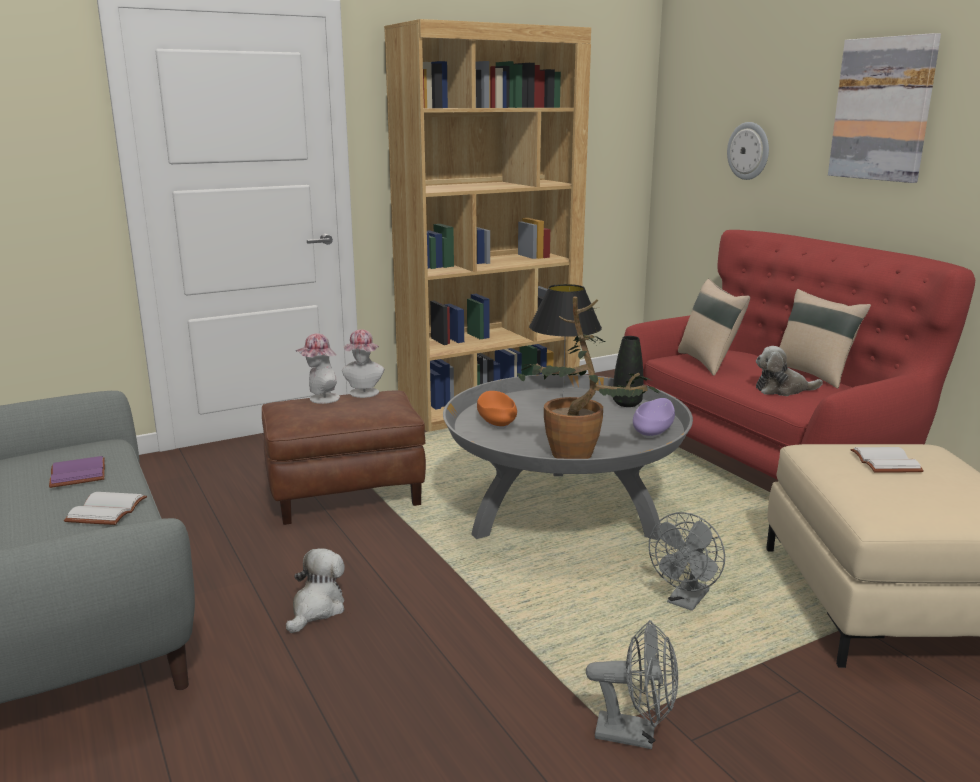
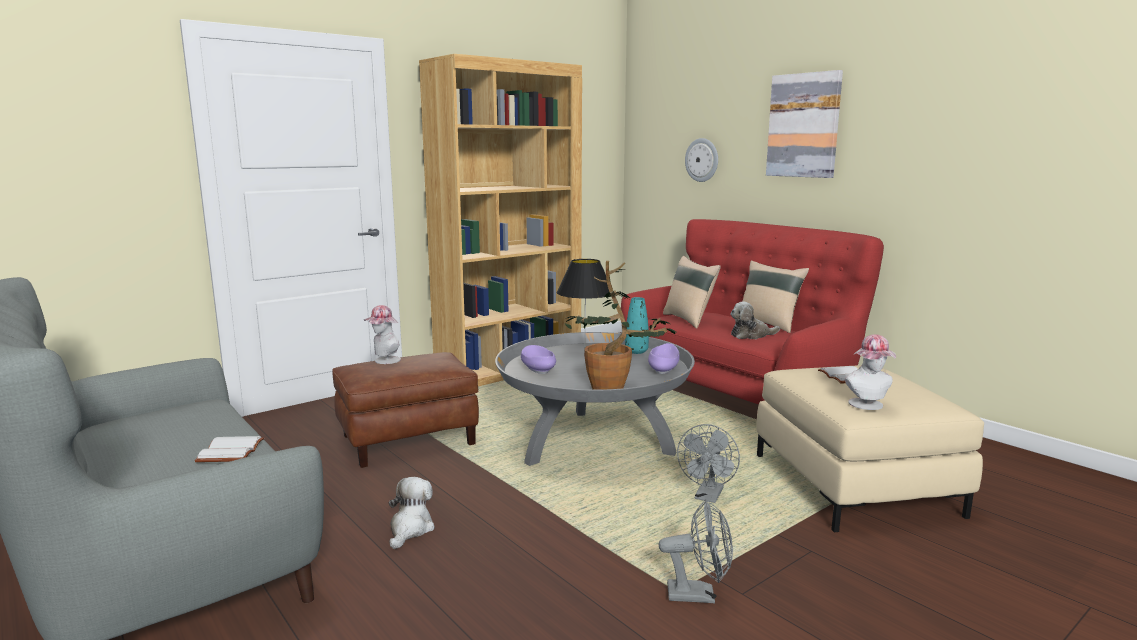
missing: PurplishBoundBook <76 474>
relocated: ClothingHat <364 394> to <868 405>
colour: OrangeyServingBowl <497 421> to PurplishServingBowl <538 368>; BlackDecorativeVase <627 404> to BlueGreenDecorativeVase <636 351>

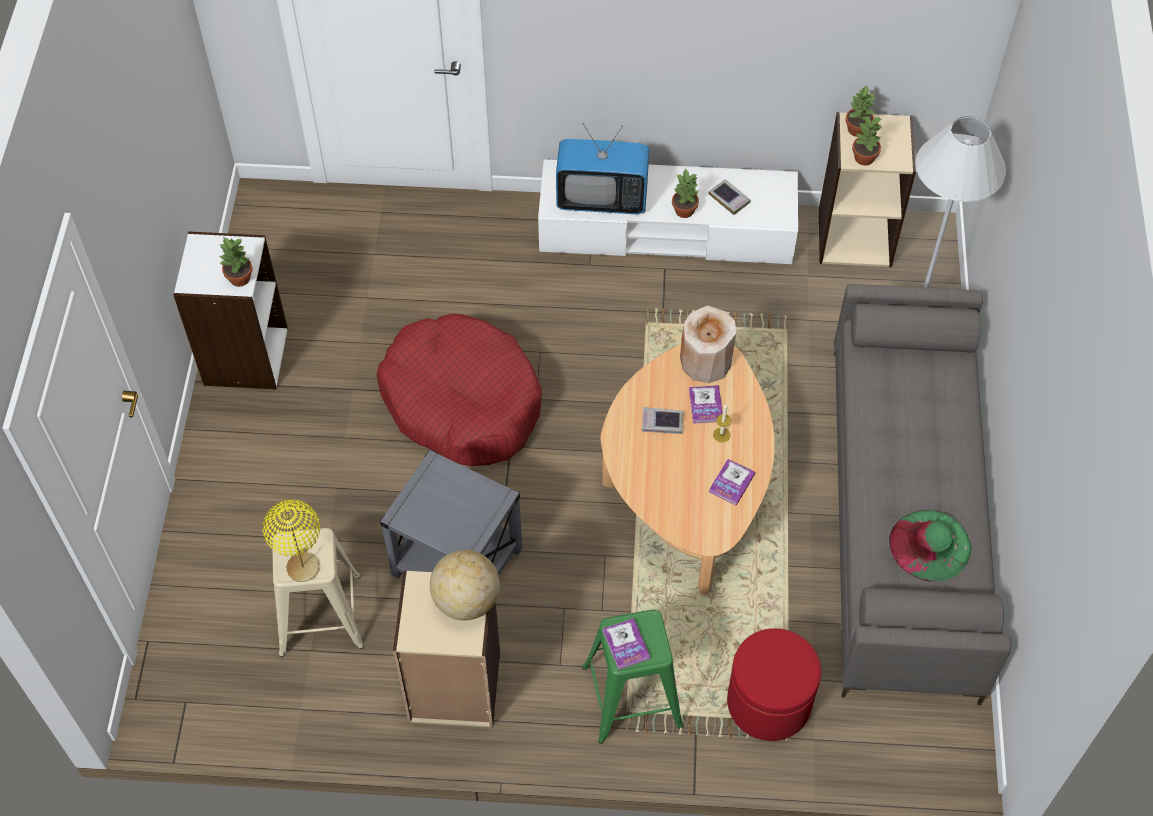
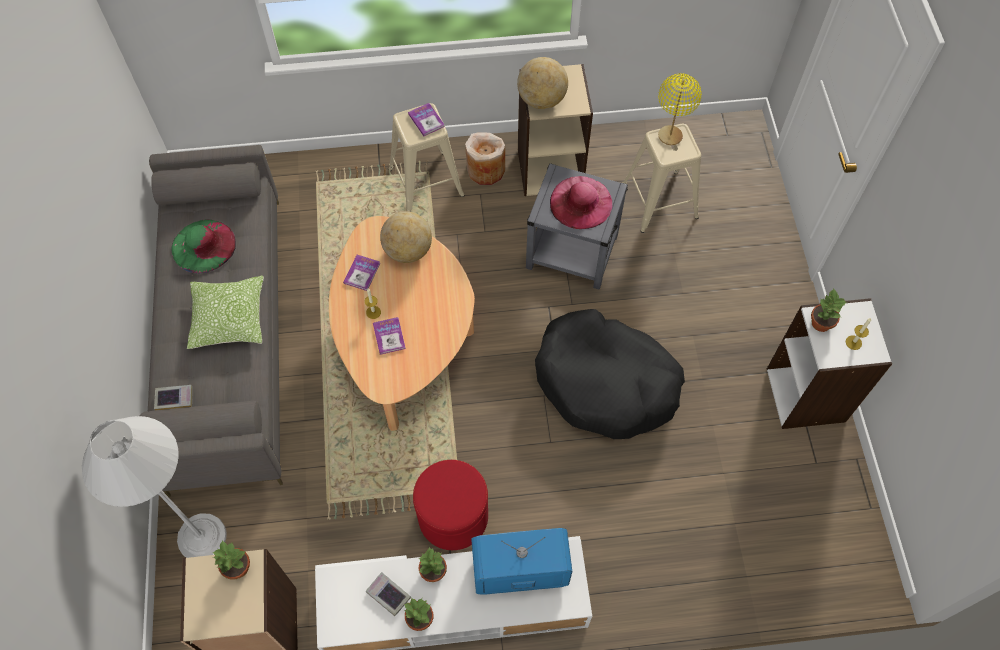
appeared: Pillow <229 318>; WorldGlobe <408 251>; PinkColouredClothingHat <581 202>; WaxLight <853 342>
relocated: BoundBook <662 423> to <174 398>; PottedPlant <857 130> to <420 618>; RedColouredPouffe <768 702> to <453 516>; SandColouredDecorativeVase <705 361> to <485 170>
colour: GreenColouredSittingStool <630 695> to SandColouredSittingStool <427 182>; RedColouredDogCushion <462 402> to BlackDogCushion <605 382>

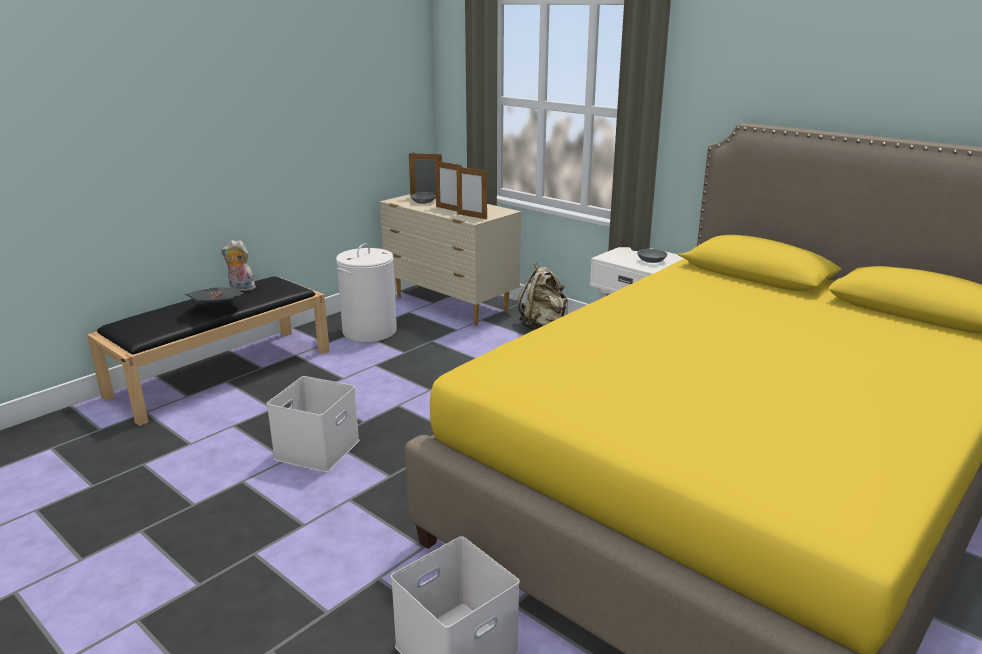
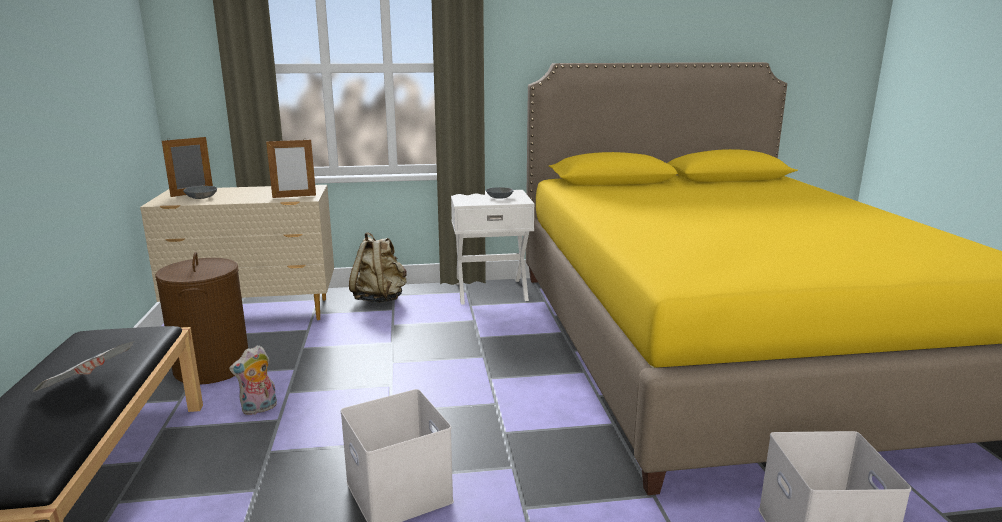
missing: PictureFrame <449 209>
relocated: SoftToy <240 289> to <259 409>
colour: WhiteHamper <370 331> to BrownColouredHamper <212 367>

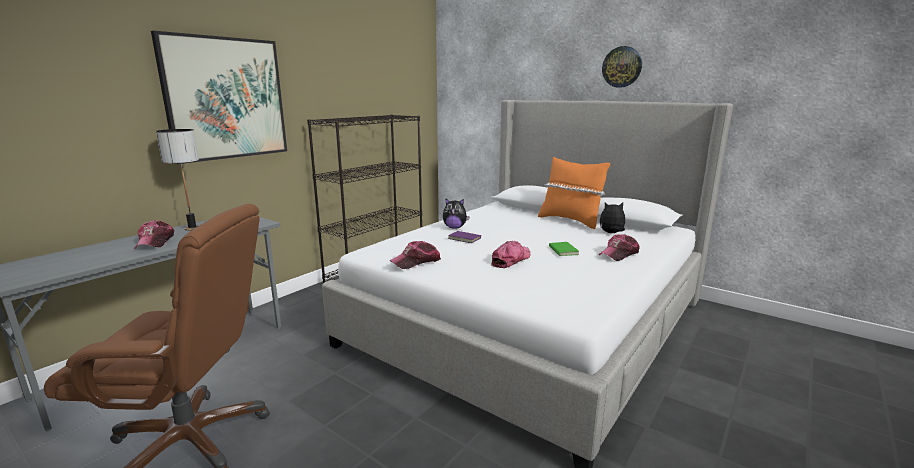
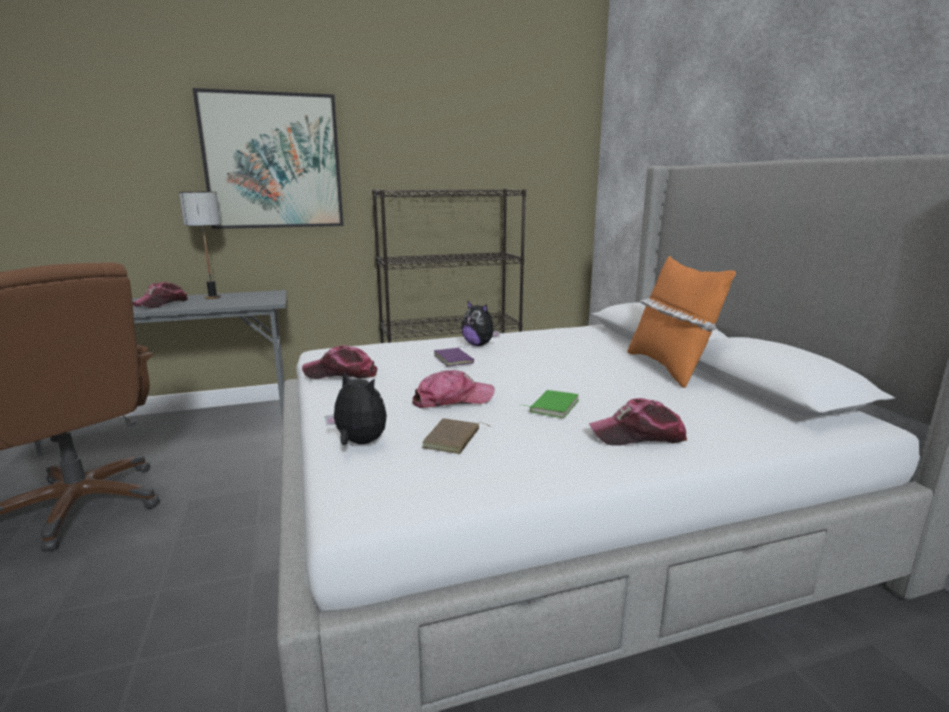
missing: WallClock <622 67>
appeared: BrownColouredBoundBook <453 440>
relocated: SoftToy <611 233> to <359 443>

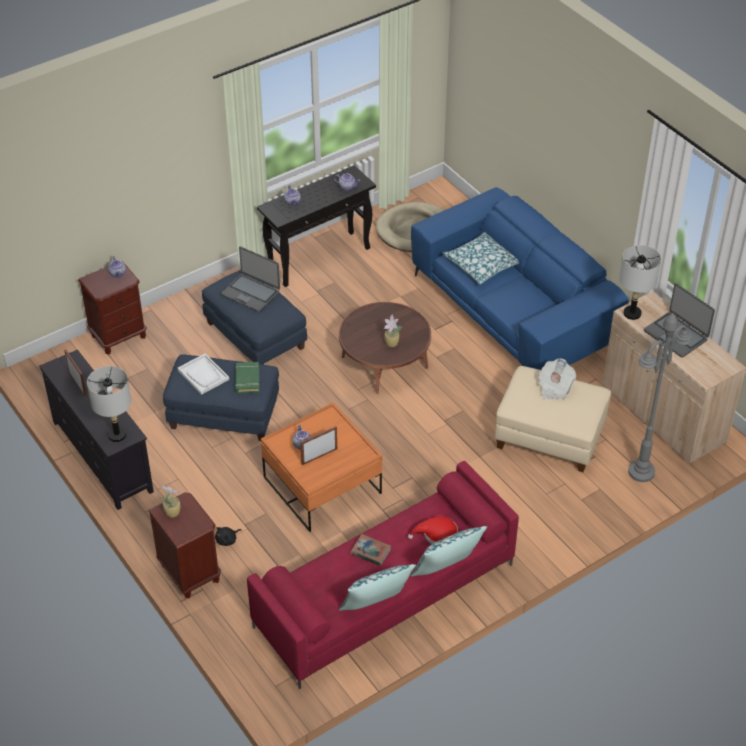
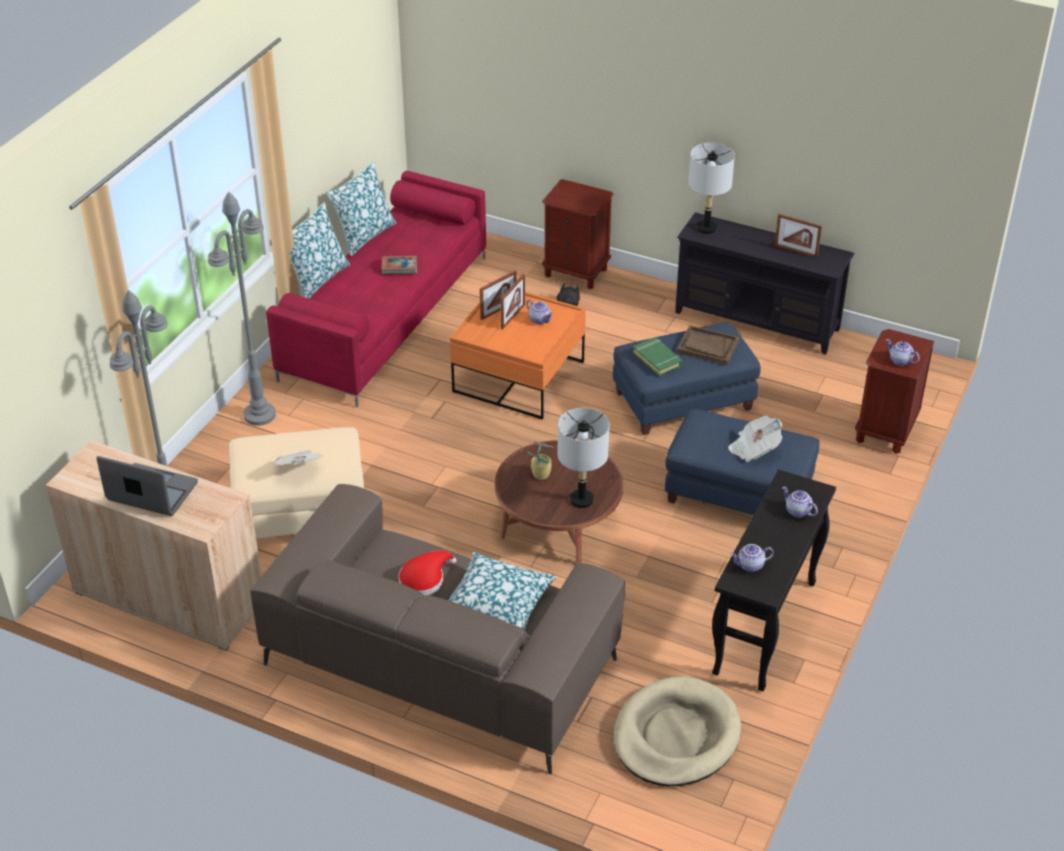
missing: PottedPlant <172 512>
appeared: GreyishFloorLamp <260 415>; PictureFrame <498 310>
relocated: RedColouredClothingHat <437 534> to <424 579>; GreyishLampForATable <632 313> to <581 500>
exchanged: PortableComputer <251 293> to DailyPaper <754 449>
colour: BlueColouredSettee <513 312> to BrownColouredSettee <441 660>; WhiteCarryingTray <203 375> to BrownColouredCarryingTray <707 347>

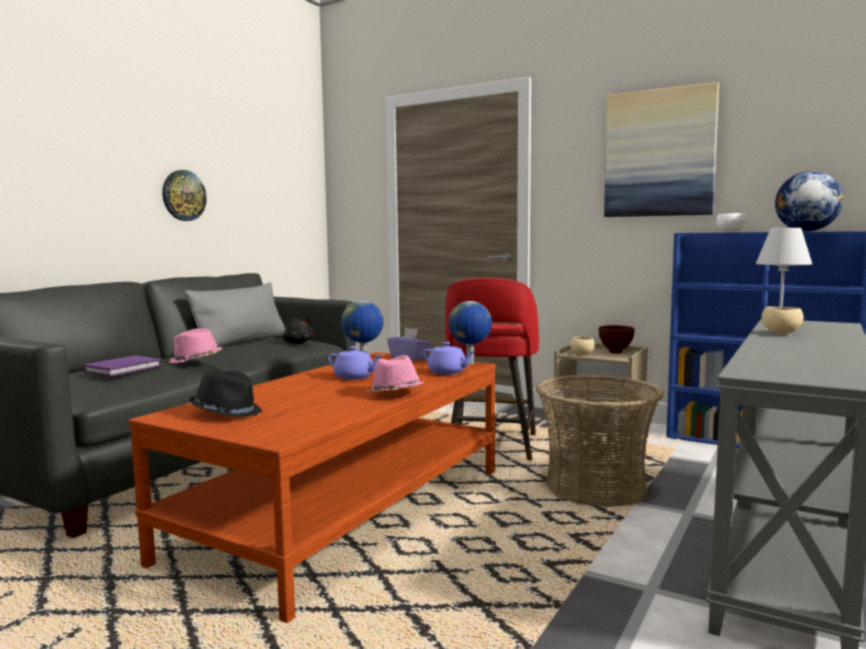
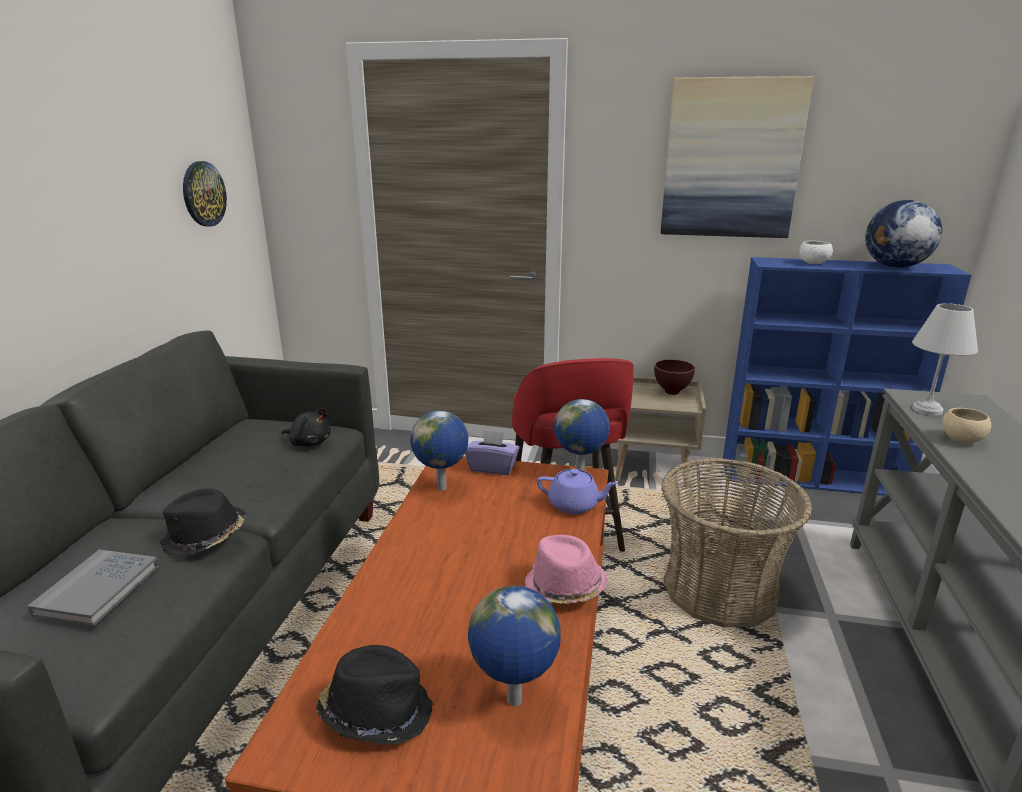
missing: GreyishPillow <241 342>; PurplishTeapot <355 377>; SandColouredServingBowl <582 354>
appeared: WorldGlobe <514 702>
relocated: WallClock <183 195> to <203 194>
colour: PurplishBoundBook <123 369> to GreyishBoundBook <98 590>; PinkColouredClothingHat <195 361> to BlackClothingHat <204 537>

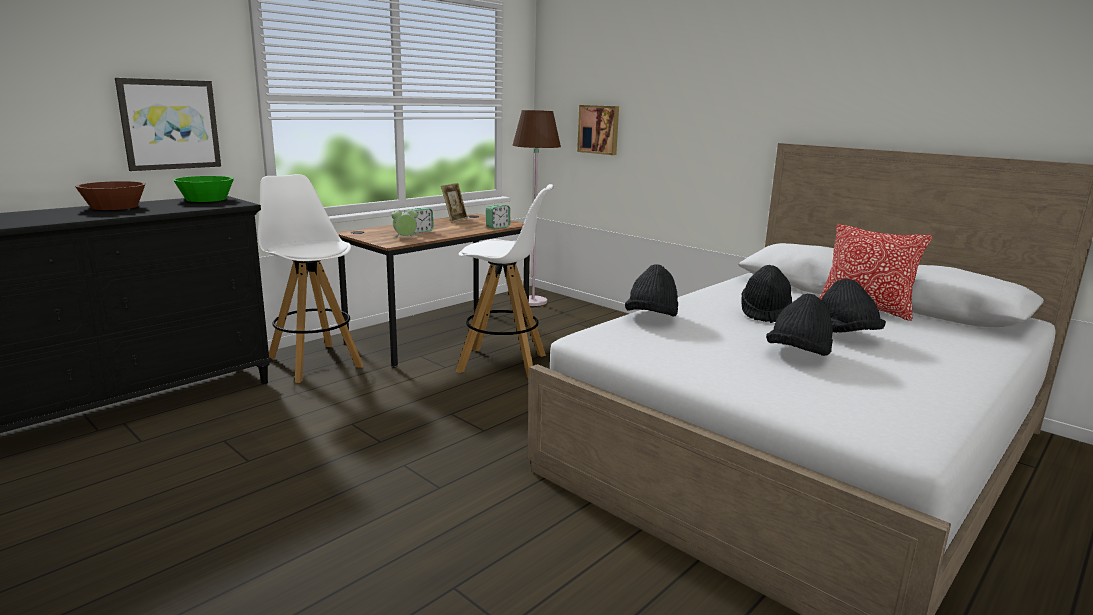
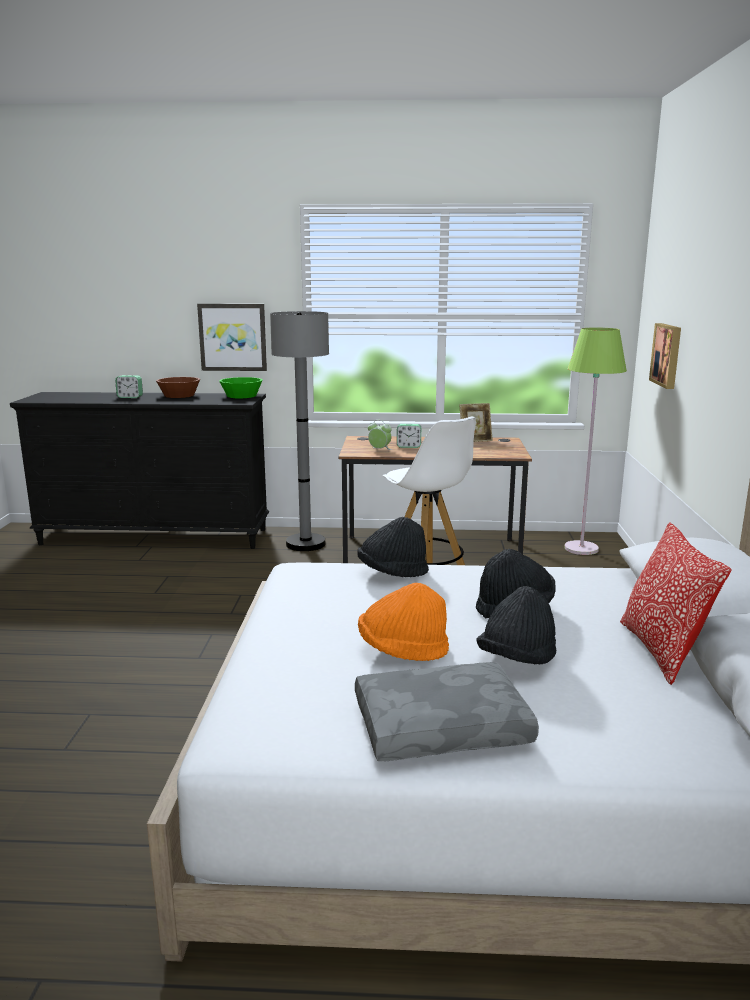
appeared: GreyishPillow <442 726>
relocated: AlarmClock <498 227> to <130 397>
exchanged: WhiteSittingStool <314 362> to GreyishFloorLamp <305 544>
colour: BlackClothingHat <798 355> to OrangeyClothingHat <402 650>; BrownColouredFloorLamp <533 301> to GreenColouredFloorLamp <581 549>

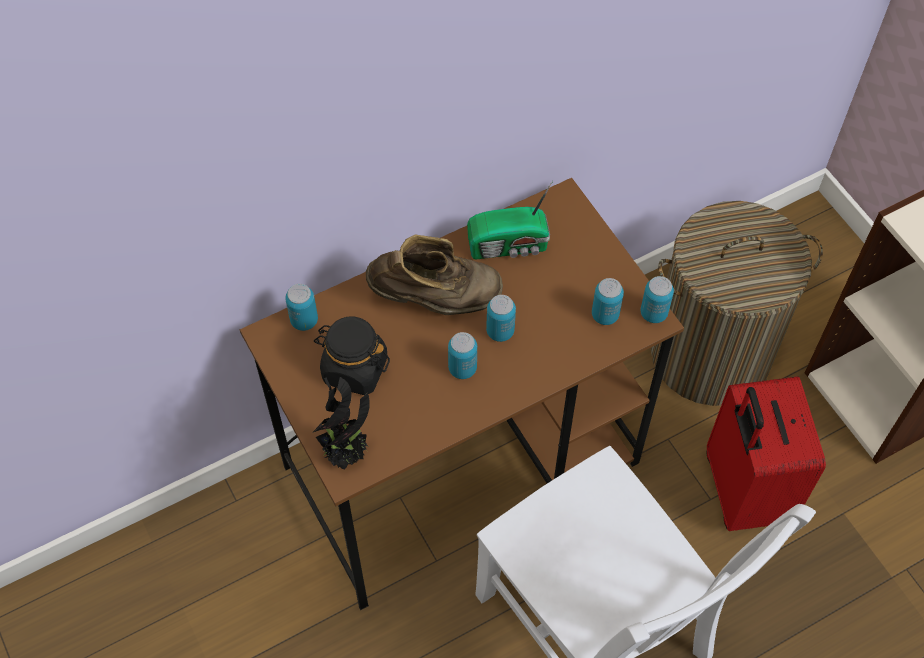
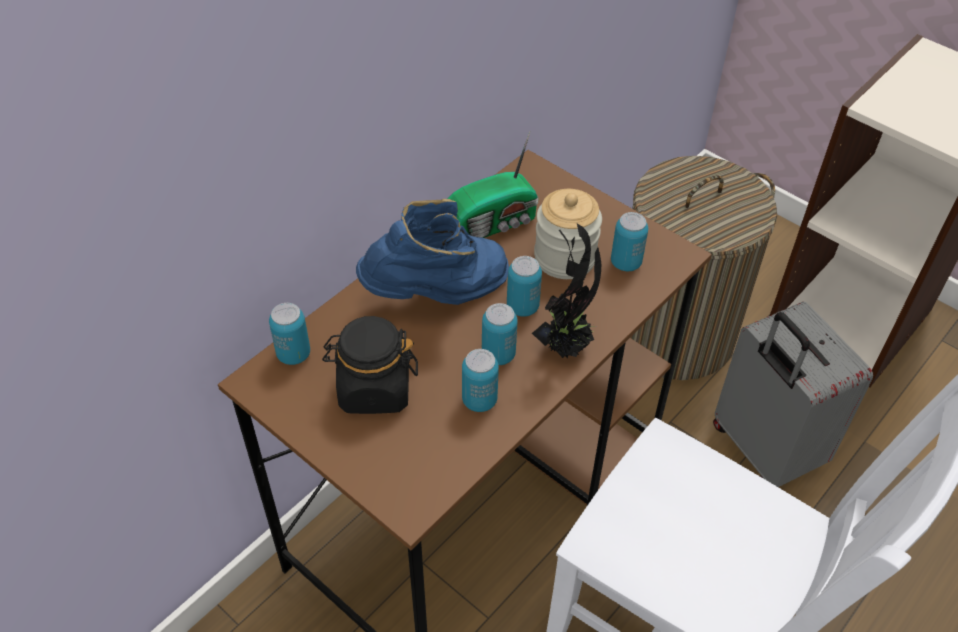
appeared: PreserveJar <565 258>
relocated: SealedCan <653 313> to <479 400>; PottedPlant <347 453> to <566 345>
colour: BrownColouredBoot <436 301> to BlueColouredBoot <438 295>; RedColouredSuitcase <742 491> to GreyishSuitcase <763 449>

